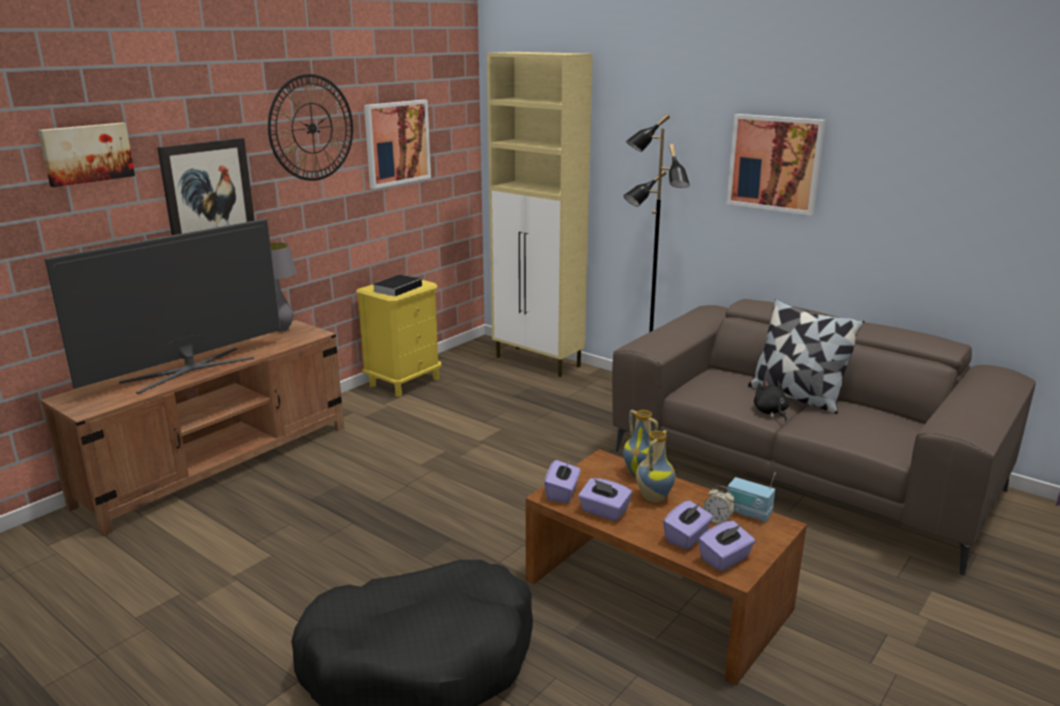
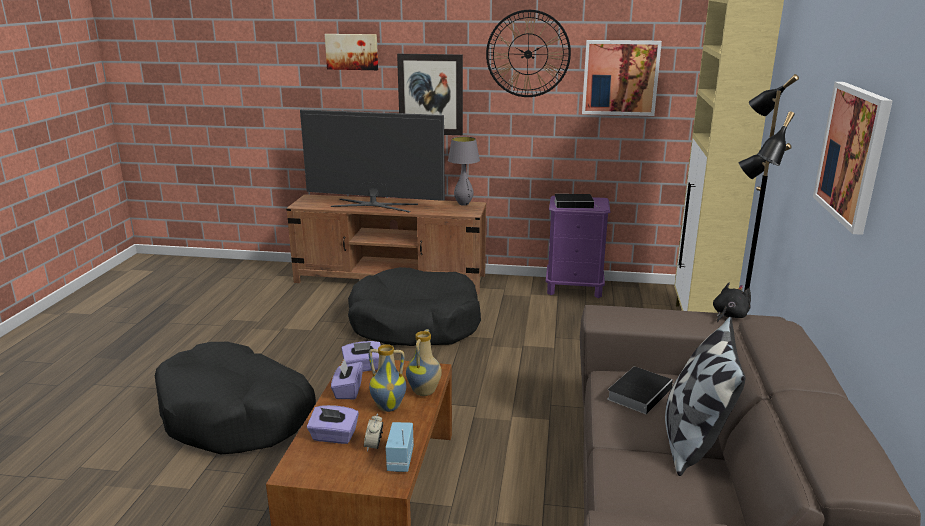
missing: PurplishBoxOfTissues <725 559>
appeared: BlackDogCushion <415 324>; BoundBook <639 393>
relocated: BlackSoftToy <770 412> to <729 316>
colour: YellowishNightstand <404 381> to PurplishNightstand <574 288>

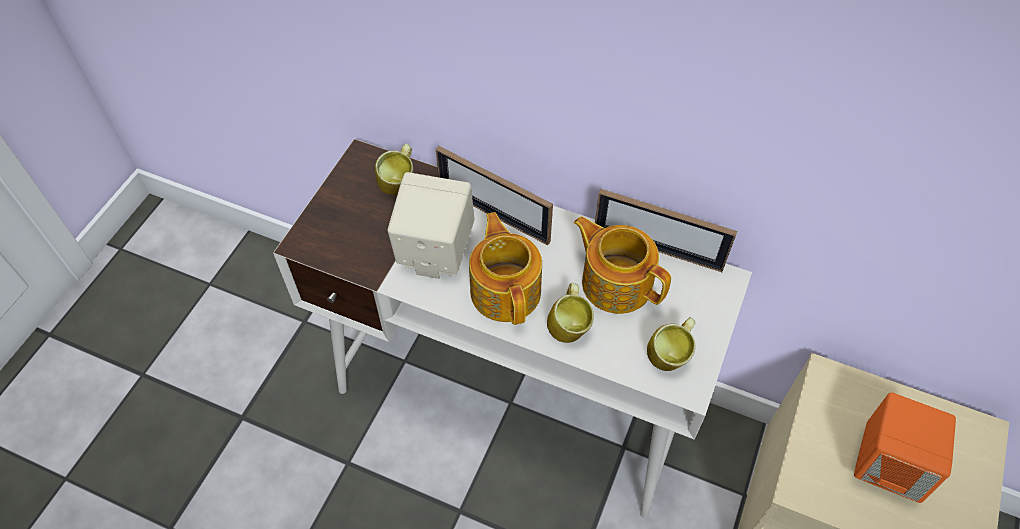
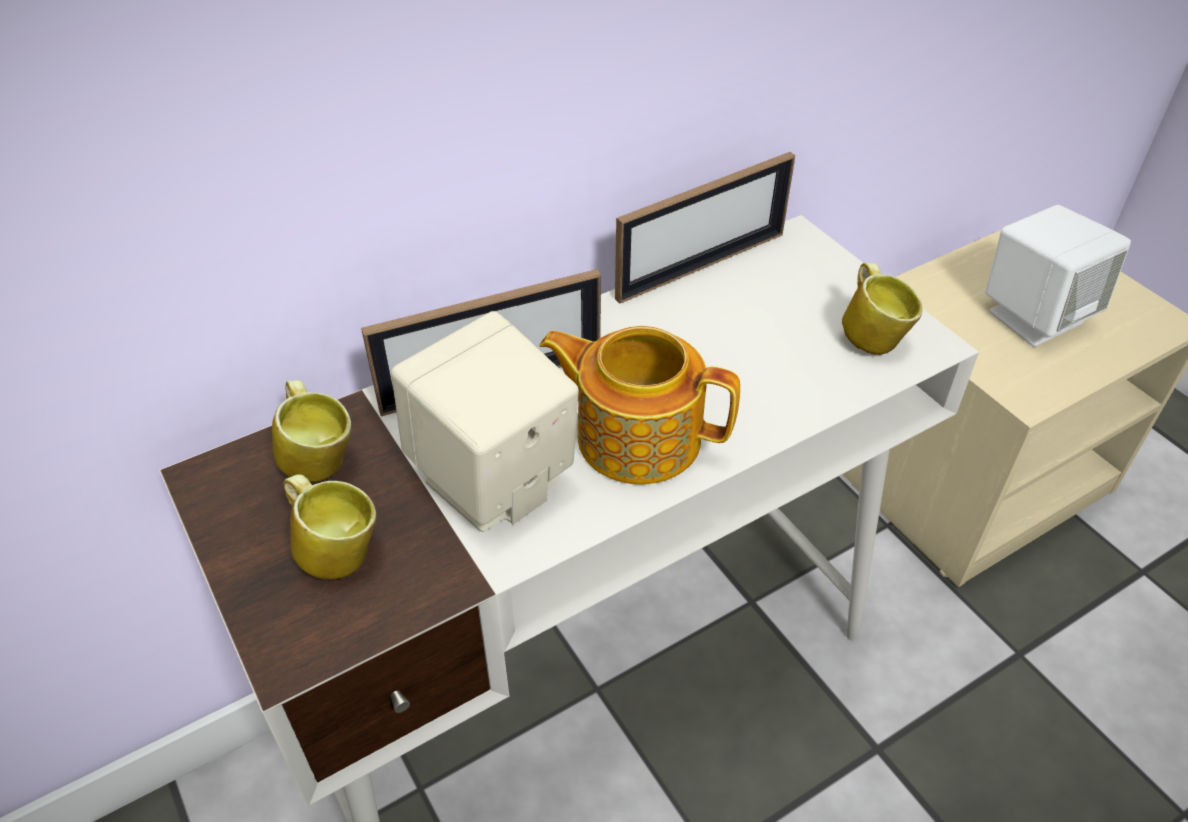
missing: Teapot <616 282>
relocated: Mug <570 326> to <335 550>
colour: OrangeyAudioSpeaker <887 465> to WhiteAudioSpeaker <1034 316>

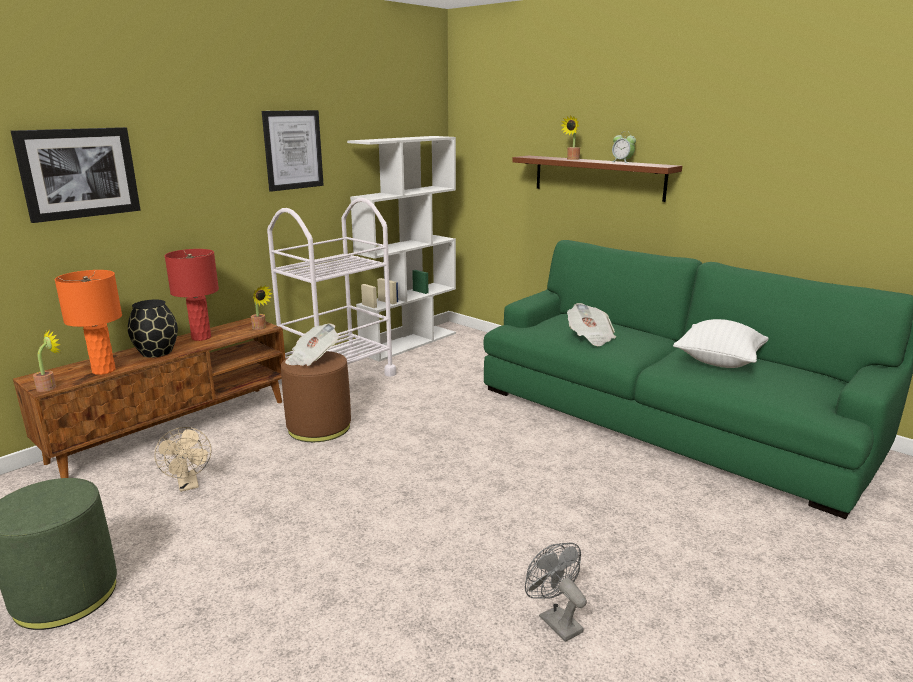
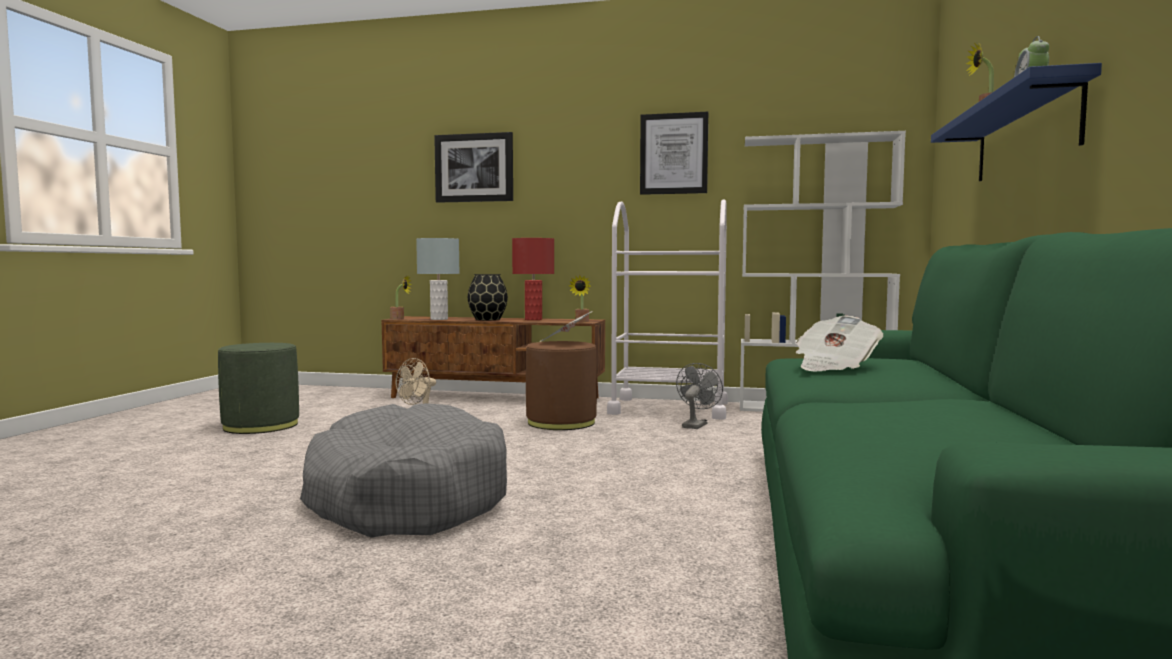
missing: WhitePillow <719 361>
appeared: GreyishDogCushion <406 498>
relocated: GreyishFan <555 620> to <696 425>
colour: OrangeyLampForATable <104 370> to GreyishLampForATable <439 319>; BrownColouredWallShelf <598 177> to BlueColouredWallShelf <1024 135>

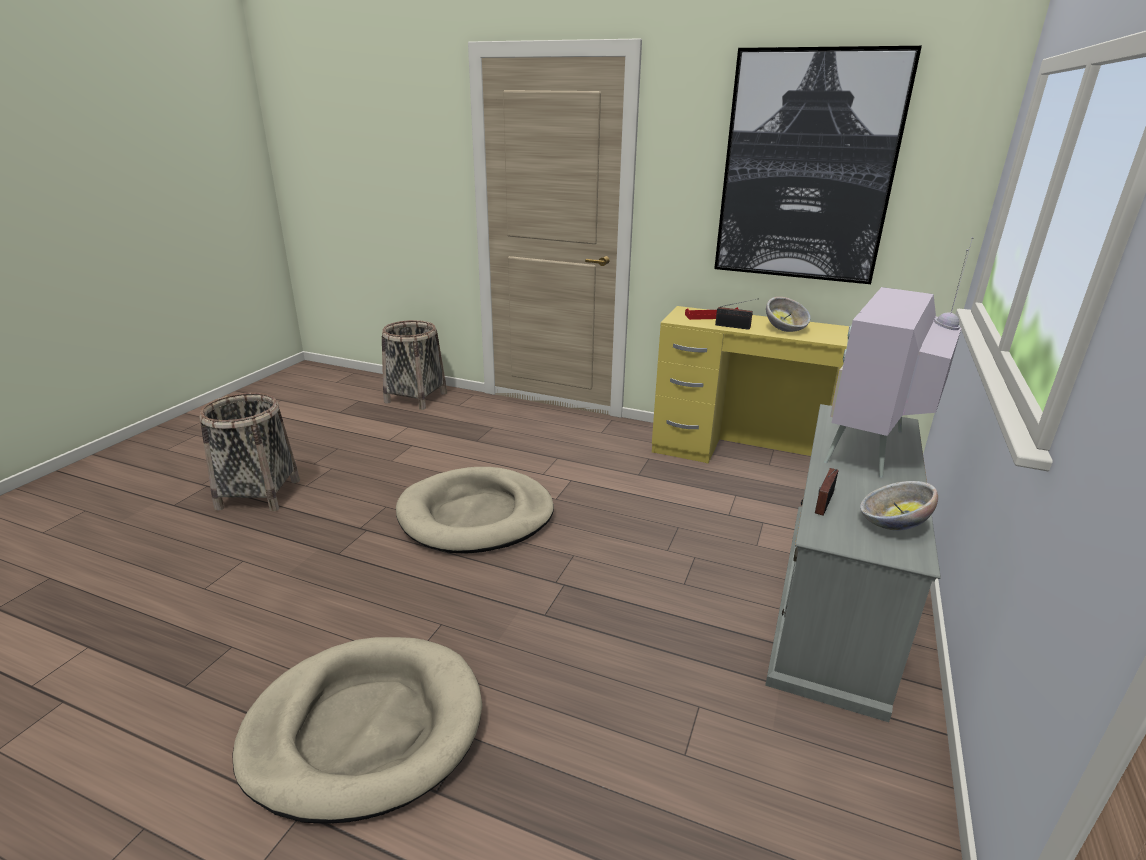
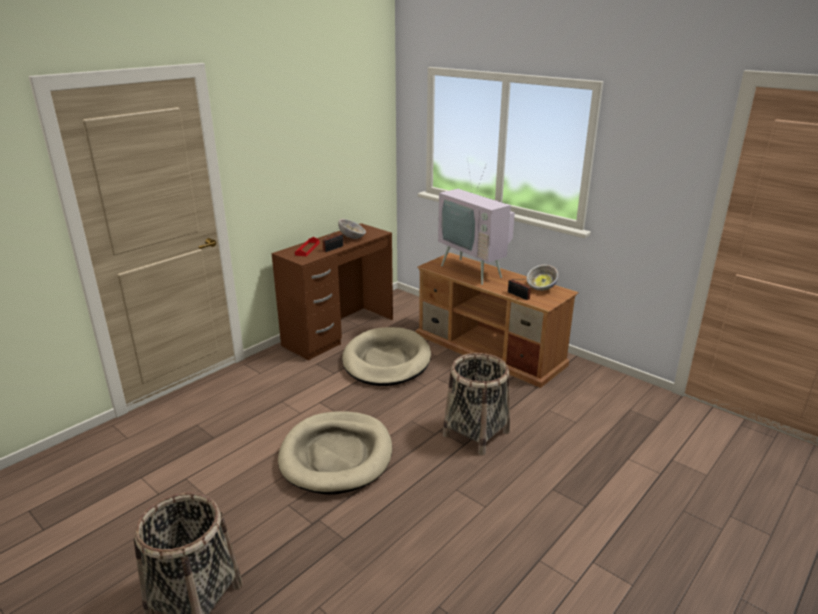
missing: WallArt <807 169>
relocated: SandColouredDogCushion <365 729> to <386 361>; Basket <415 398> to <476 433>
colour: YellowishDeskTable <736 455> to BrownColouredDeskTable <339 331>; GreyishMediaConsole <835 599> to BrownColouredMediaConsole <490 349>

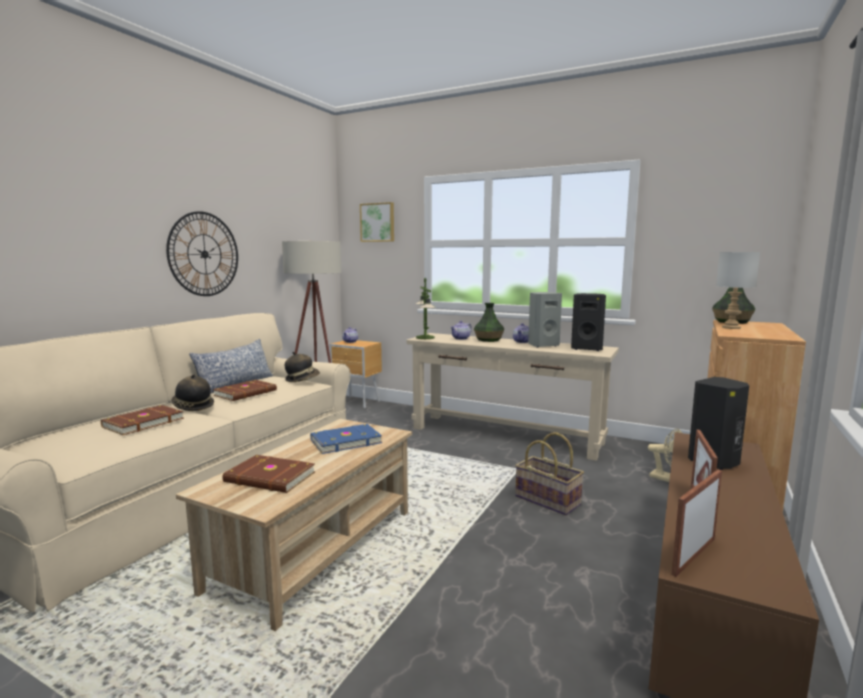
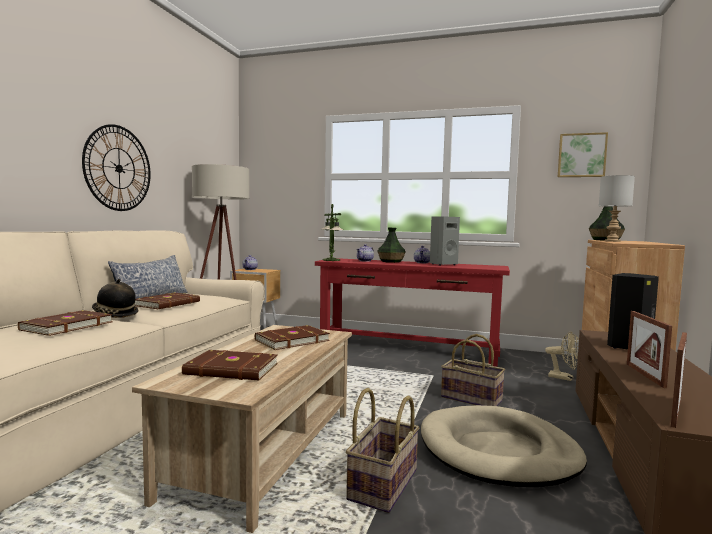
missing: ClothingHat <302 379>; BlackAudioSpeaker <587 349>
appeared: Basket <382 484>; SandColouredDogCushion <498 451>
relocated: WallArt <378 222> to <581 155>
colour: BlueColouredBoundBook <345 441> to BrownColouredBoundBook <291 340>; SandColouredNarrowTable <505 435> to RedColouredNarrowTable <407 350>

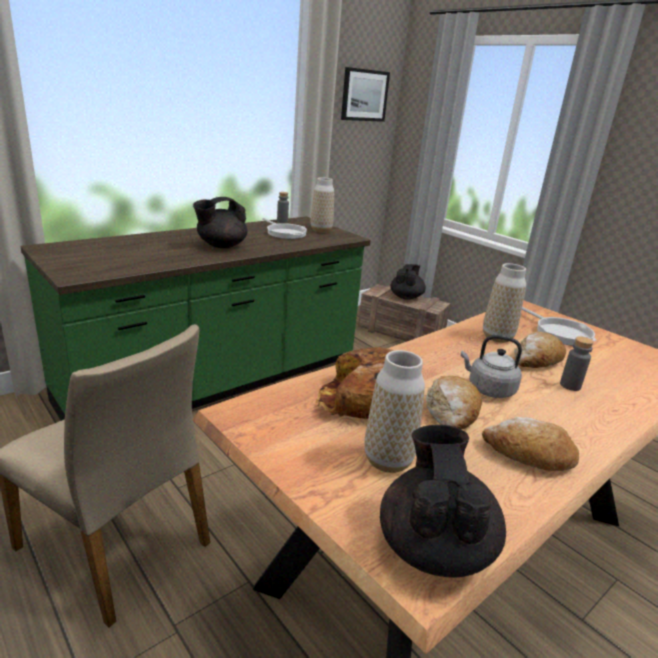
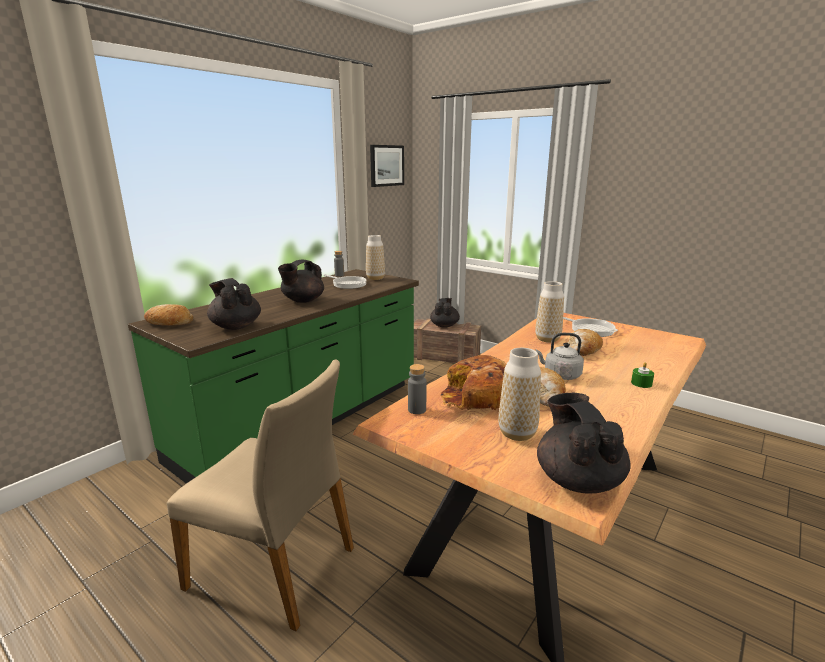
appeared: BlackTeapot <235 326>; GreenColouredWaxLight <641 383>
relocated: Bread <528 455> to <169 323>; GreyishBottle <570 385> to <417 410>

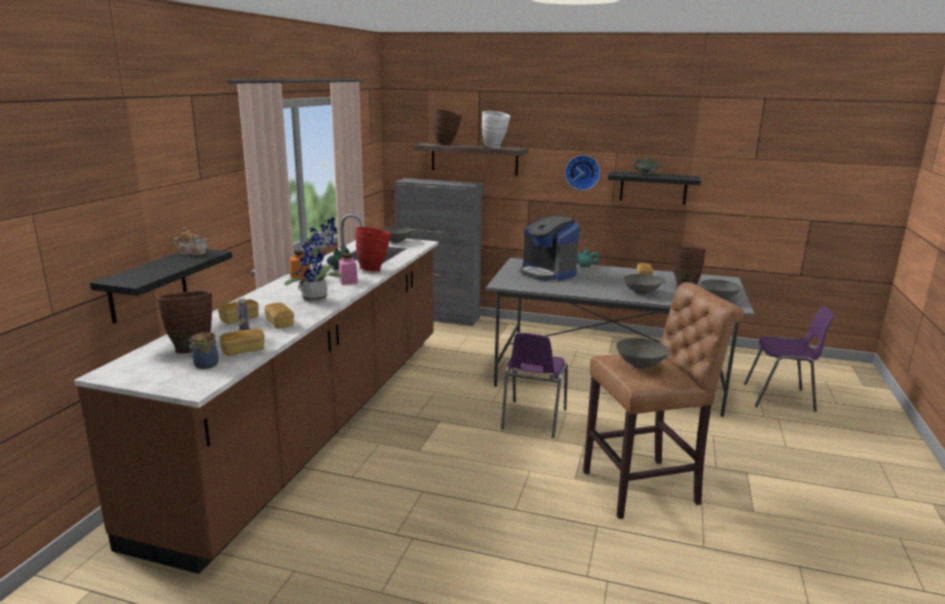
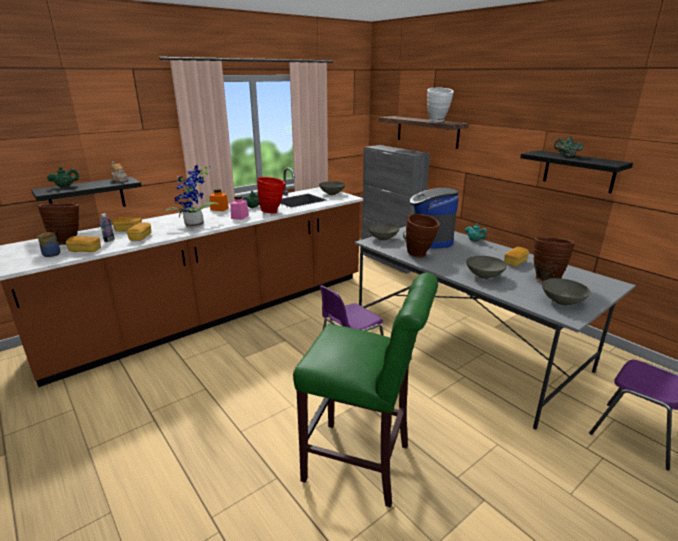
missing: WallClock <582 172>
appeared: GreenColouredTeapot <66 186>
relocated: GreyishServingBowl <641 365> to <383 239>; BrownColouredDecorativeVase <448 145> to <420 255>
colour: BrownColouredSittingStool <646 487> to GreenColouredSittingStool <363 464>

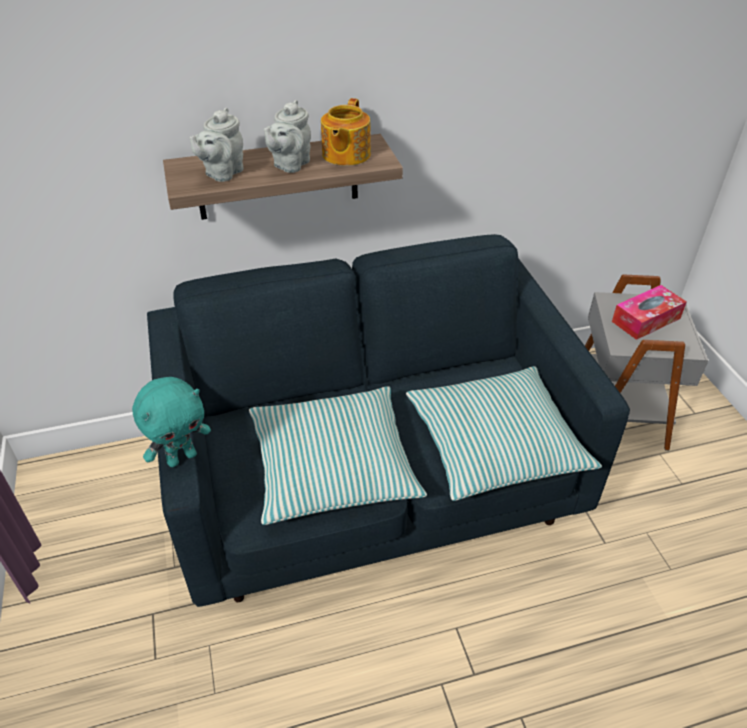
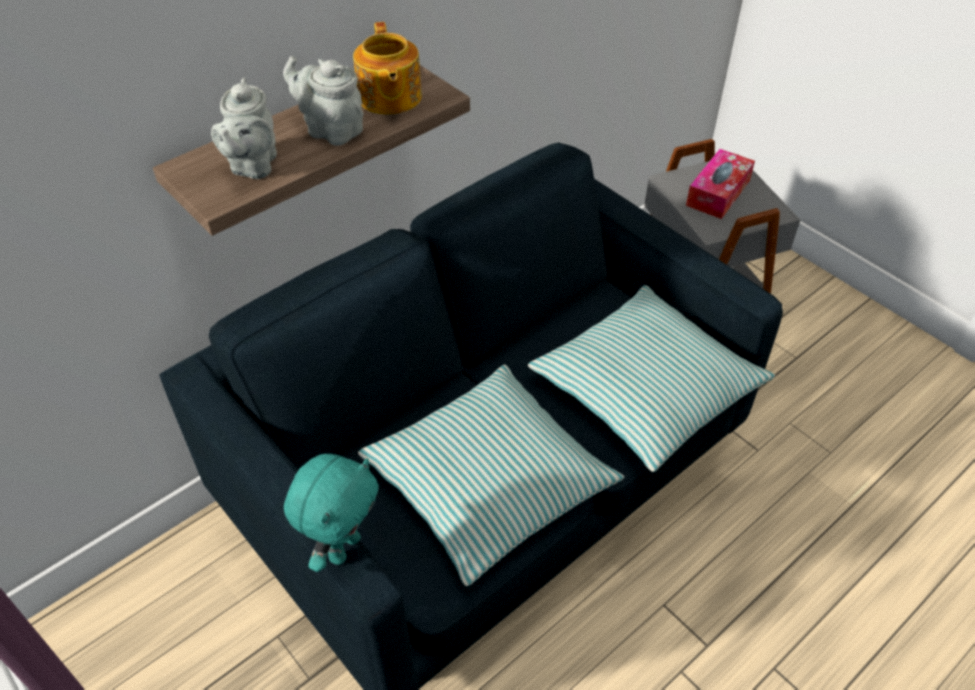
spun: GreyishTeapot <290 165> = <331 130> 120 degrees clockwise

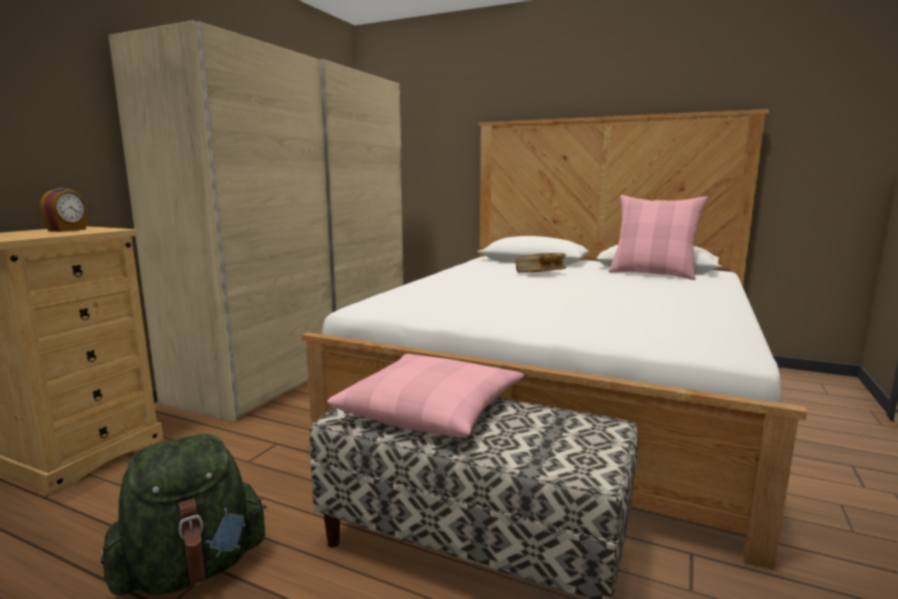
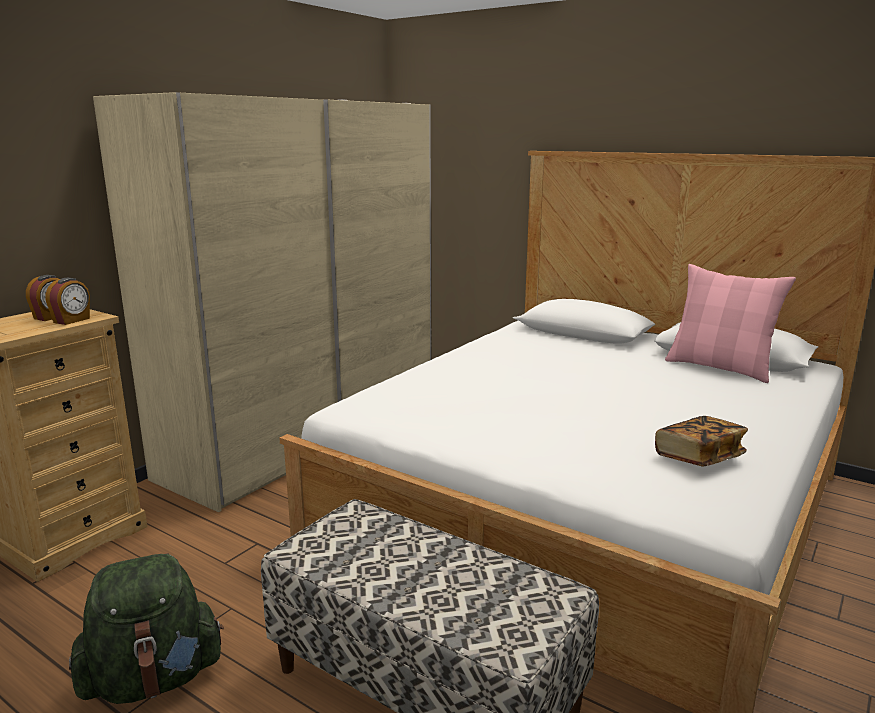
missing: PinkColouredPillow <431 409>
appeared: AlarmClock <72 320>
relocated: BoundBook <540 273> to <698 457>

